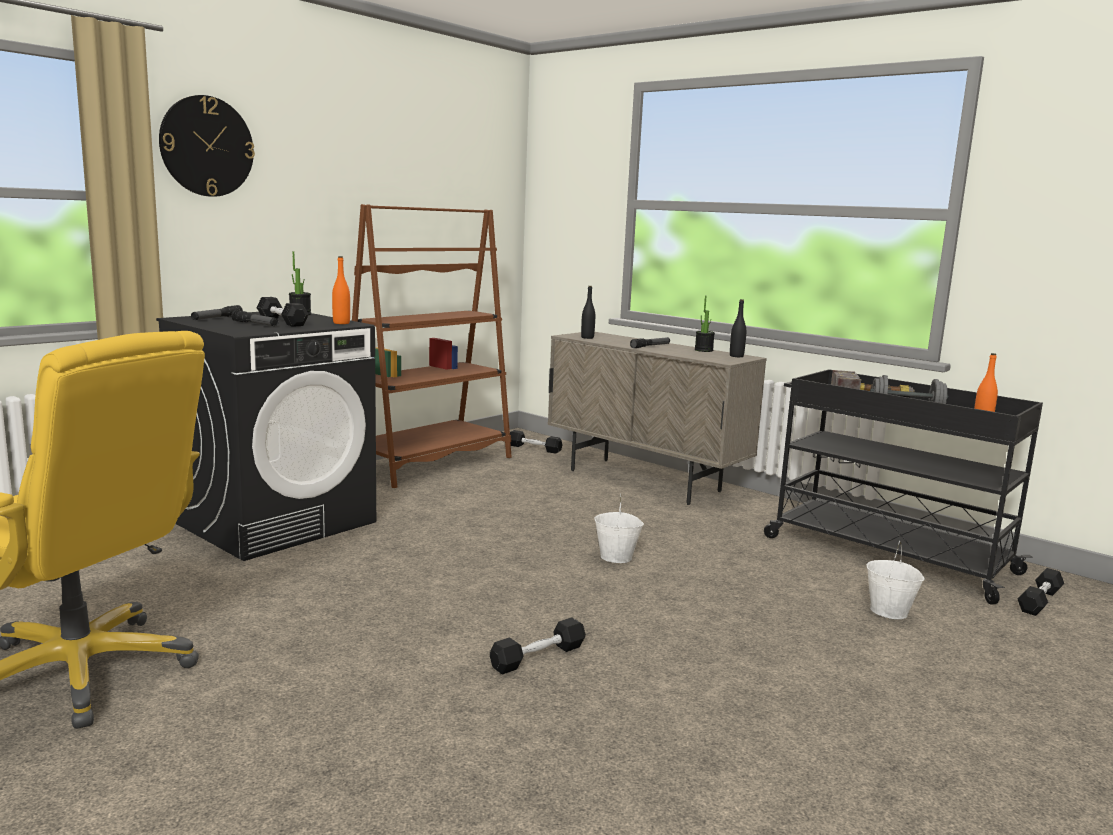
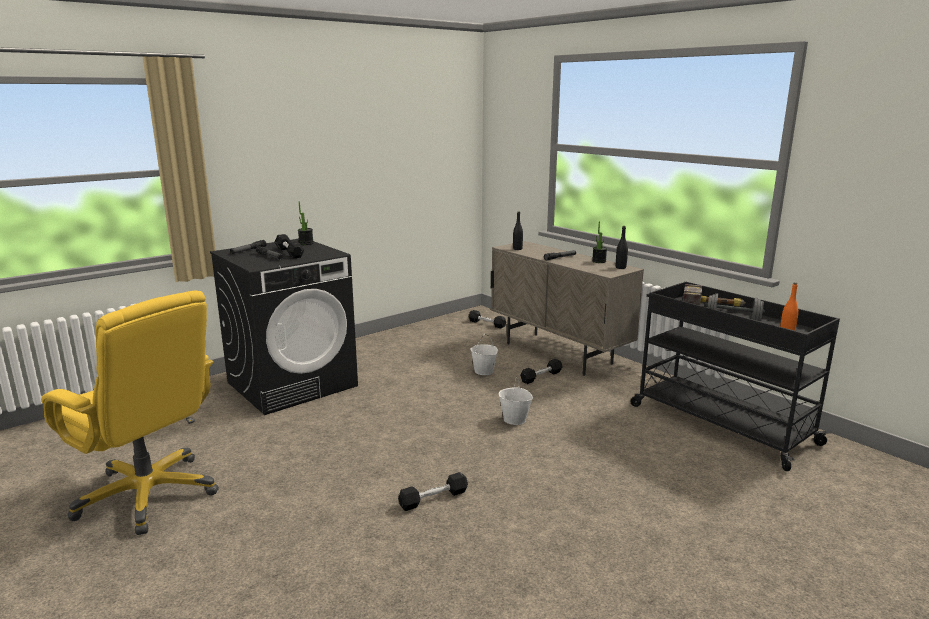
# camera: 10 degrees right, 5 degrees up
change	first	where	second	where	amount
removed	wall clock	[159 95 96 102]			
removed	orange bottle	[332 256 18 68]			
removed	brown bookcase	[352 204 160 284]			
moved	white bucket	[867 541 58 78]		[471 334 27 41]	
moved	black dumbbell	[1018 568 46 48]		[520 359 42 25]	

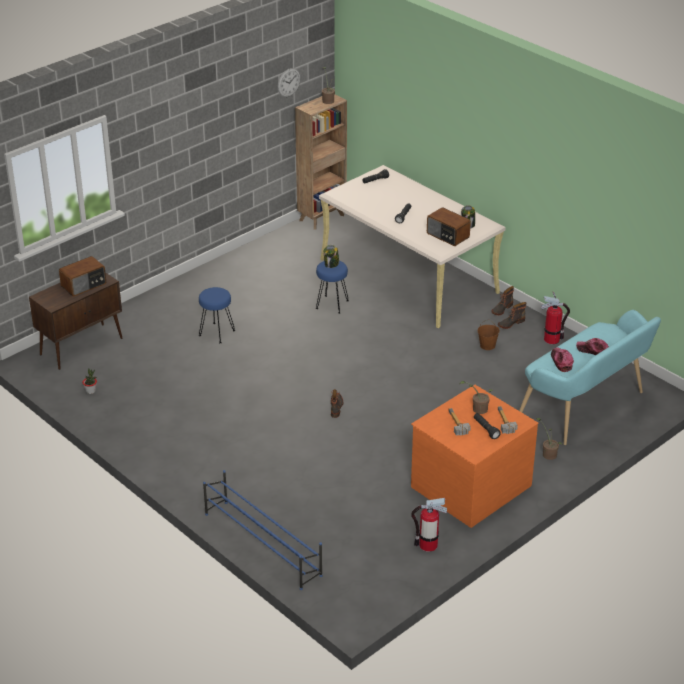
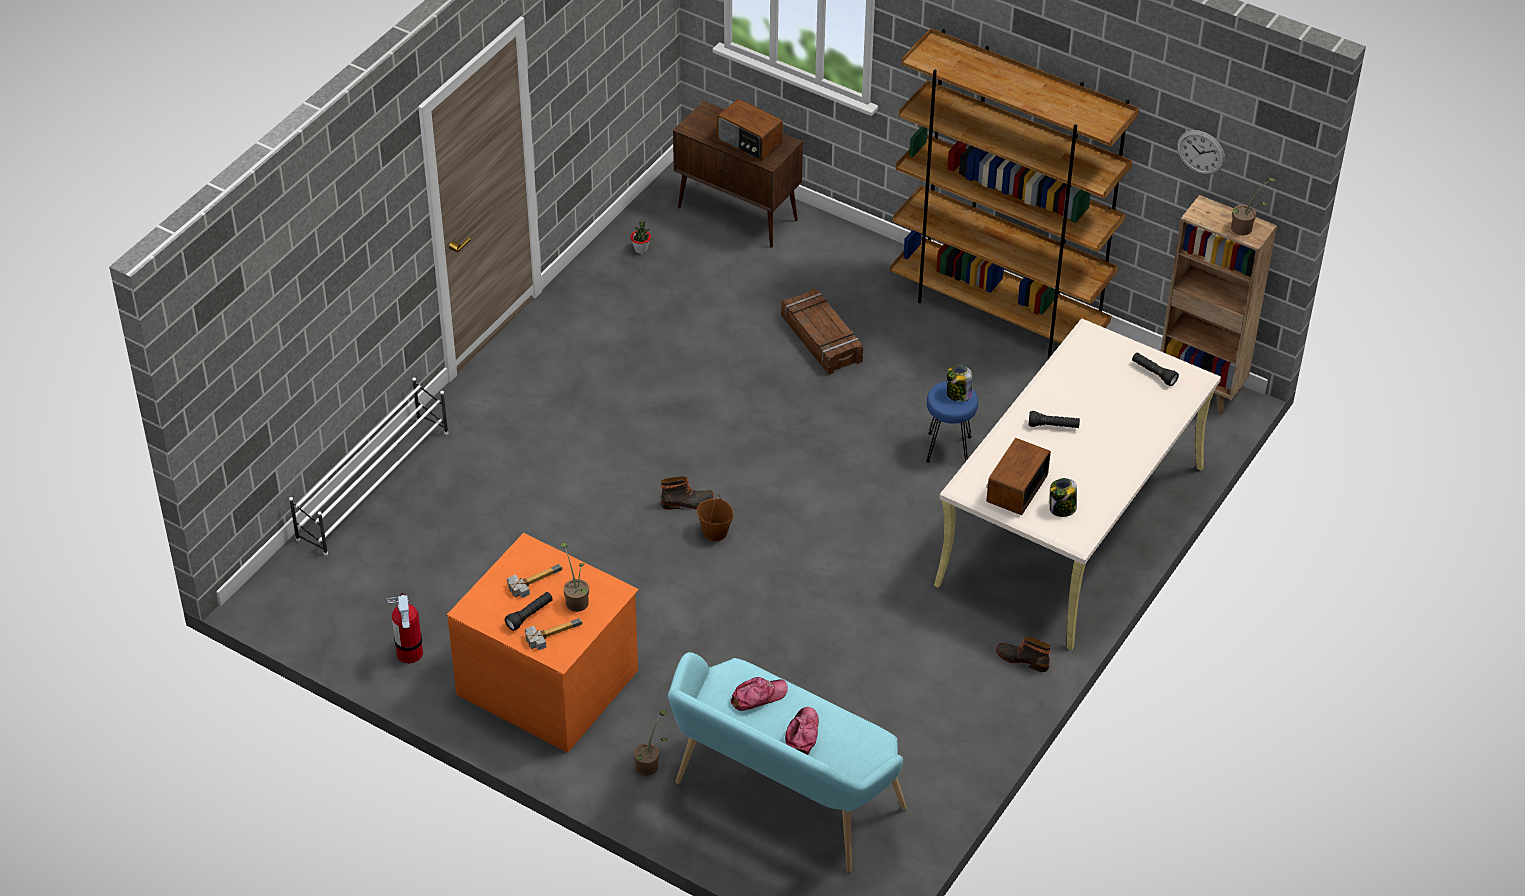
# camera: 75 degrees right, 10 degrees up
change	first	where	second	where	amount
replaced	blue stool	[199 287 36 56]	crate	[781 289 82 86]	
recoloured	blue shoe rack	[203 470 119 120]	white shoe rack	[289 378 159 178]	
moved	brown bucket	[478 320 22 30]		[697 494 37 47]	
removed	boot	[498 302 28 27]			
removed	fire extinguisher	[541 292 29 52]			
added			brown bookcase	[890 28 249 330]	

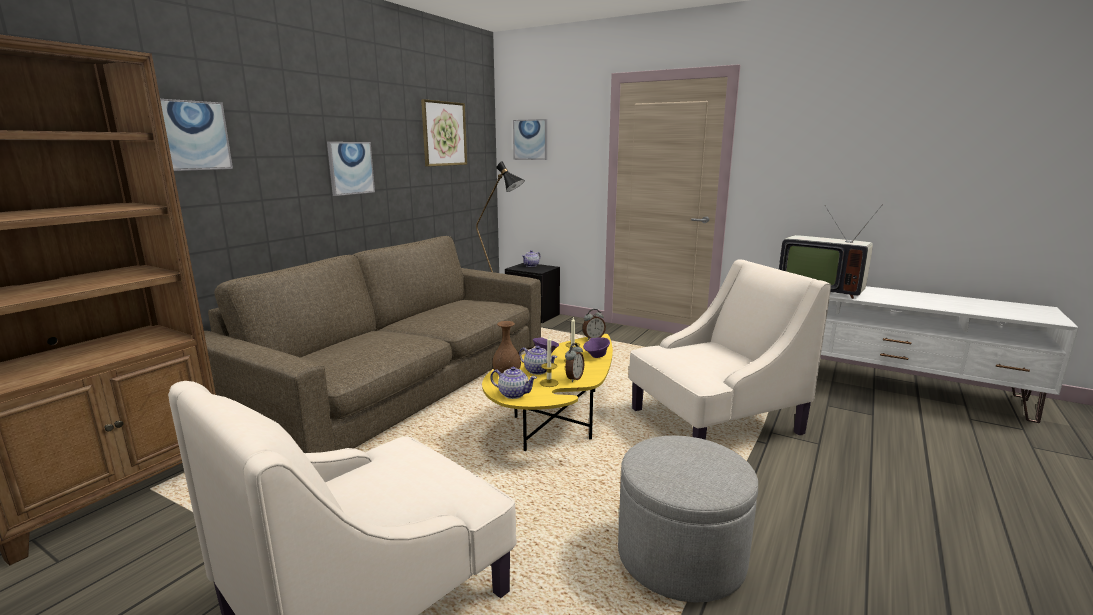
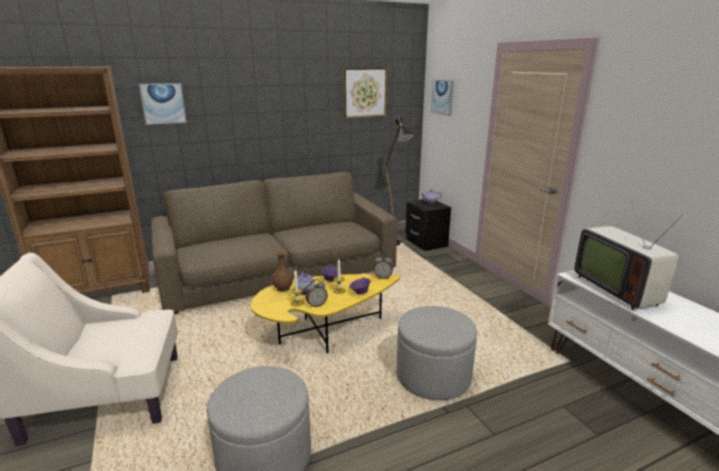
# camera: 35 degrees right, 5 degrees up
change	first	where	second	where	amount
removed	picture	[327 142 48 54]			
removed	teapot	[490 367 47 32]			
replaced	beige armchair	[629 259 202 181]	grey ottoman	[396 306 81 94]	

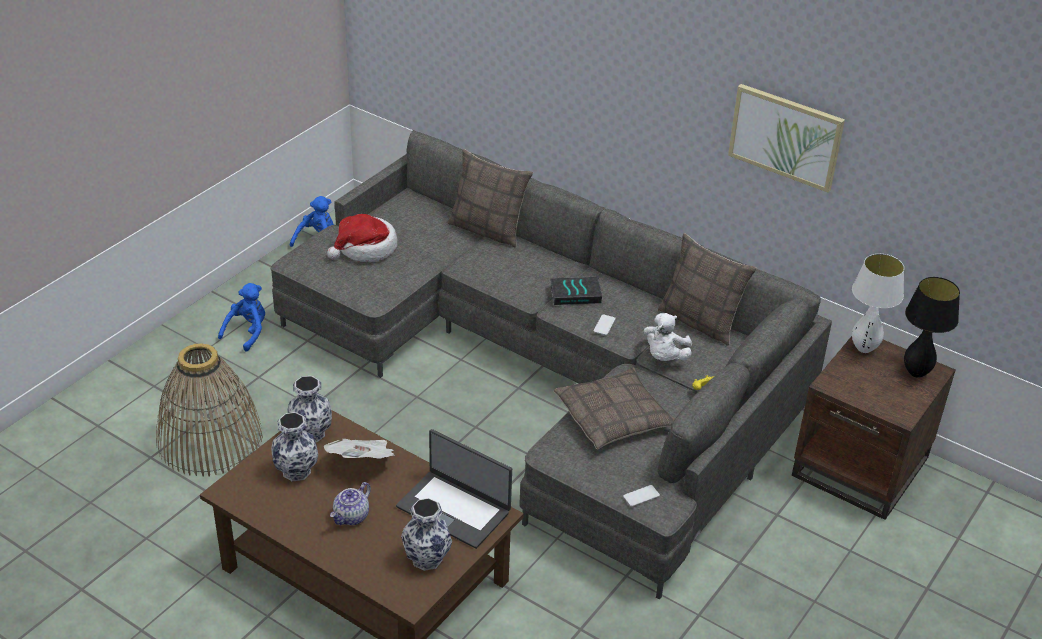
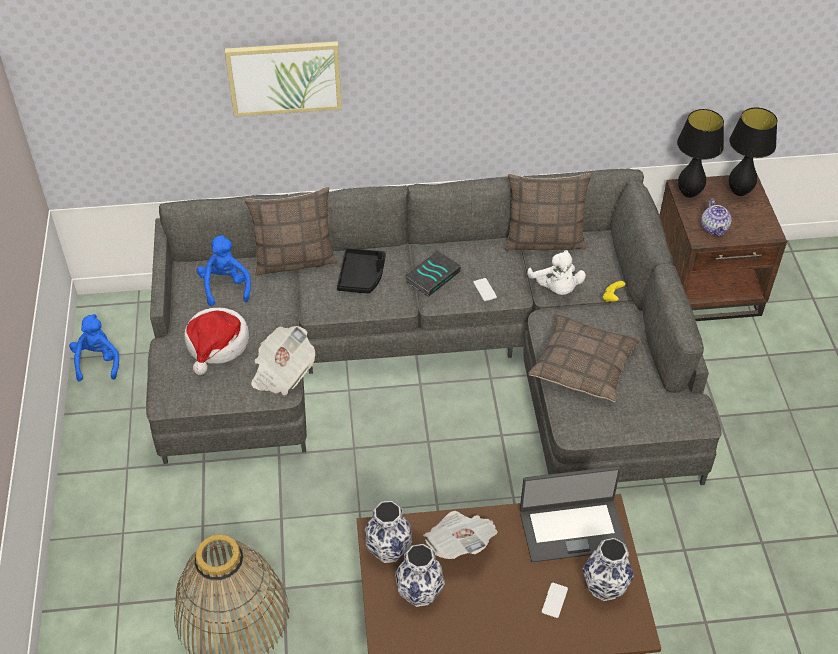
# camera: 40 degrees left, 10 degrees up
change	first	where	second	where	amount
moved	blue plush toy	[218 283 47 69]		[197 235 54 71]	
moved	teapot	[330 482 41 43]		[701 198 30 39]	
moved	phone	[623 485 37 22]		[542 583 26 35]	
moved	picture	[728 84 117 109]		[225 41 117 76]	
recoloured	white table lamp	[852 254 52 99]	black table lamp	[677 109 47 89]	
added			newspaper	[251 326 64 69]	
added			black tray	[337 248 49 45]	

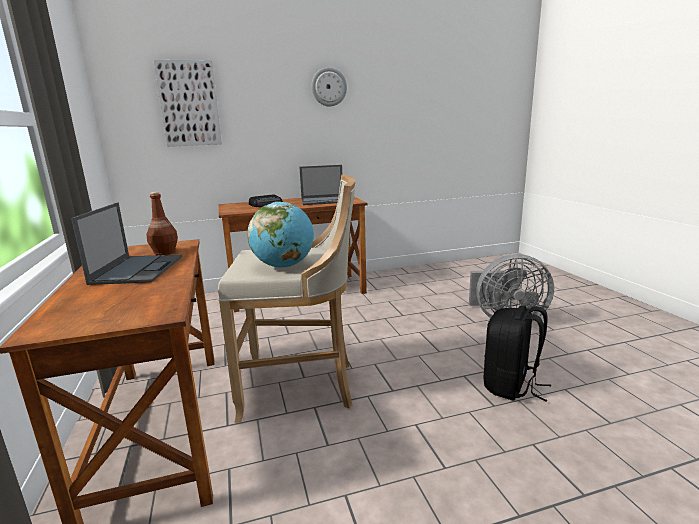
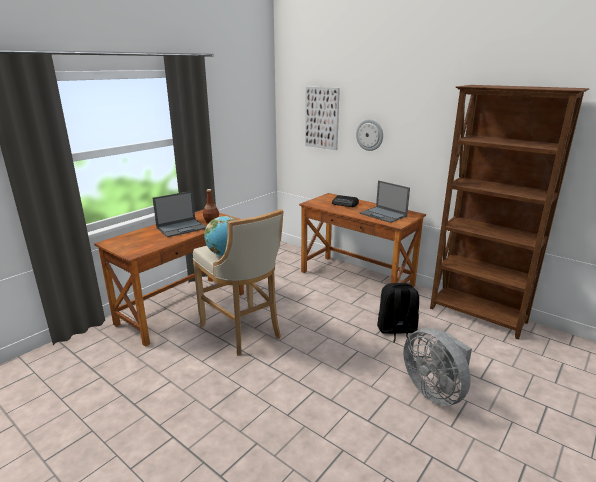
# camera: 55 degrees right, 5 degrees up
change	first	where	second	where	amount
moved	wall clock	[311 67 36 40]		[356 119 27 32]	
moved	black backpack	[484 305 67 97]		[377 283 42 60]	
added			brown bookcase	[430 85 160 254]	

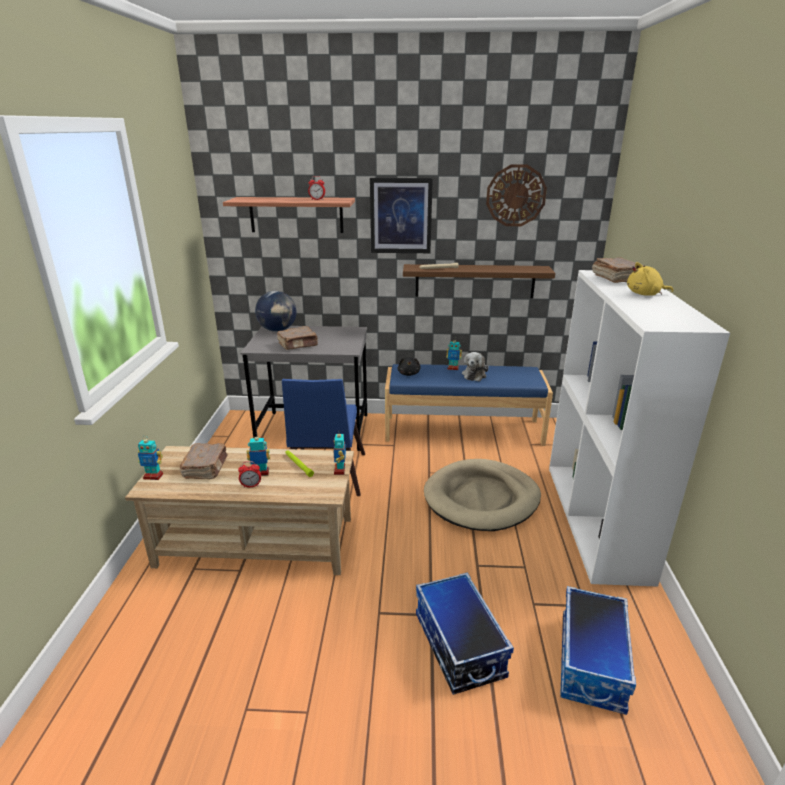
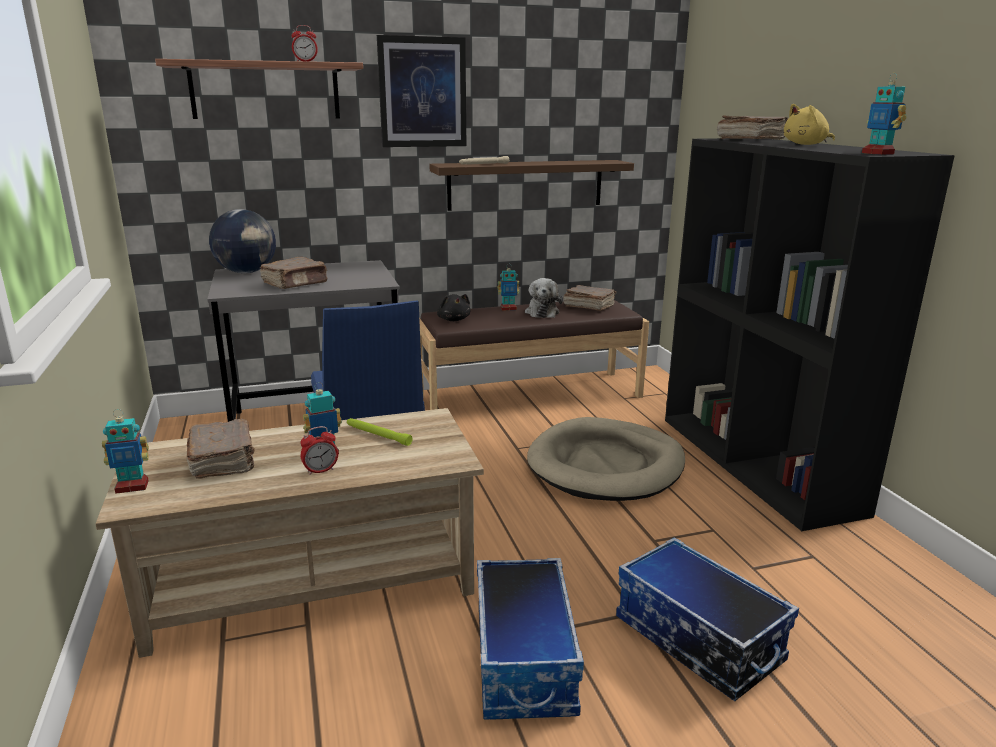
# camera: 20 degrees left, 5 degrees down
change	first	where	second	where	amount
moved	toy robot	[333 434 13 41]		[862 73 44 82]	
recoloured	blue bench	[385 364 168 82]	brown bench	[419 300 230 110]	
removed	wall clock	[486 164 61 62]			
recoloured	white bookcase	[549 270 181 317]	black bookcase	[665 138 290 393]	
moved	storage box	[560 586 76 129]		[477 558 107 162]	
added			brown book	[564 285 52 26]	

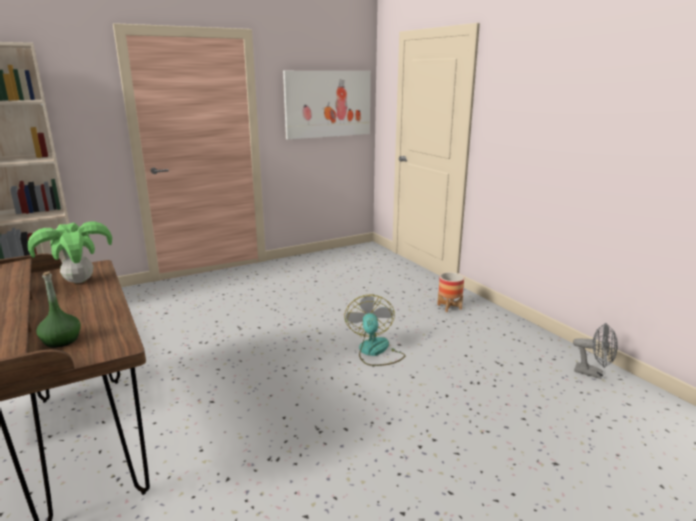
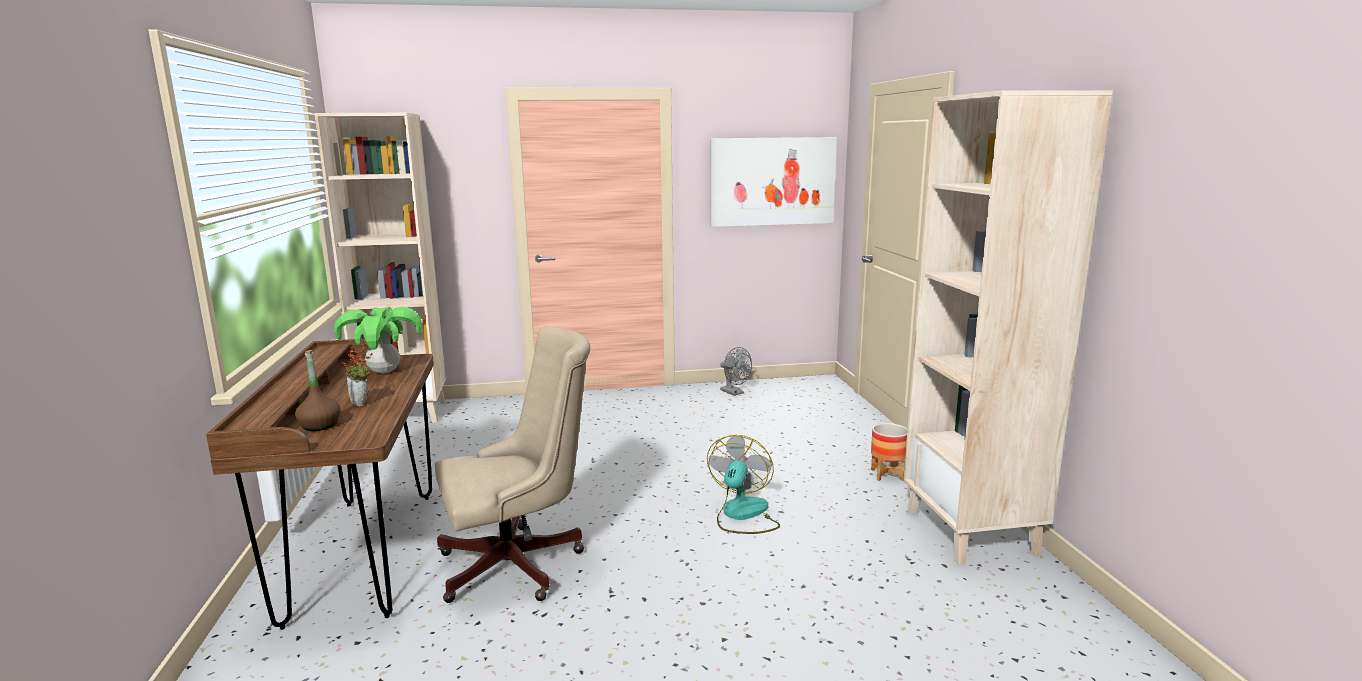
# camera: 20 degrees right, 5 degrees down
change	first	where	second	where	amount
recoloured	green bottle	[36 271 45 77]	brown bottle	[295 350 46 81]	
moved	grey fan	[573 323 45 56]		[720 347 32 49]	
added			potted plant	[341 343 31 63]	
added			beige office chair	[435 326 155 277]	
added			beige bookcase	[904 91 209 474]	

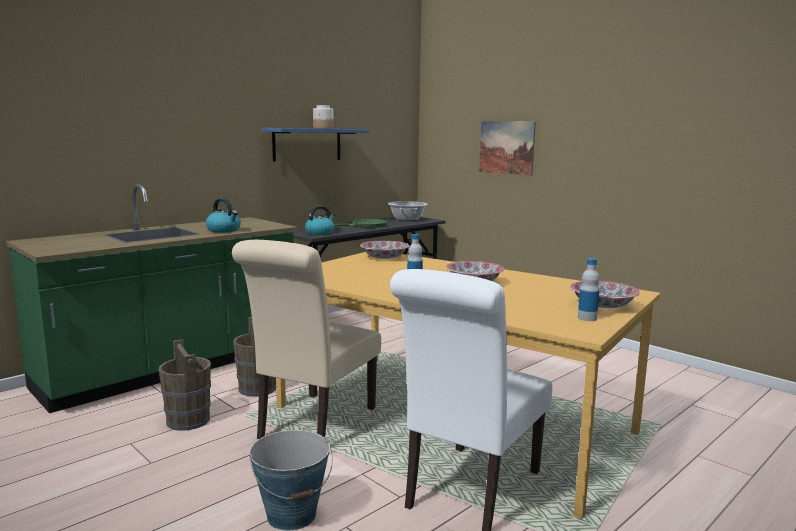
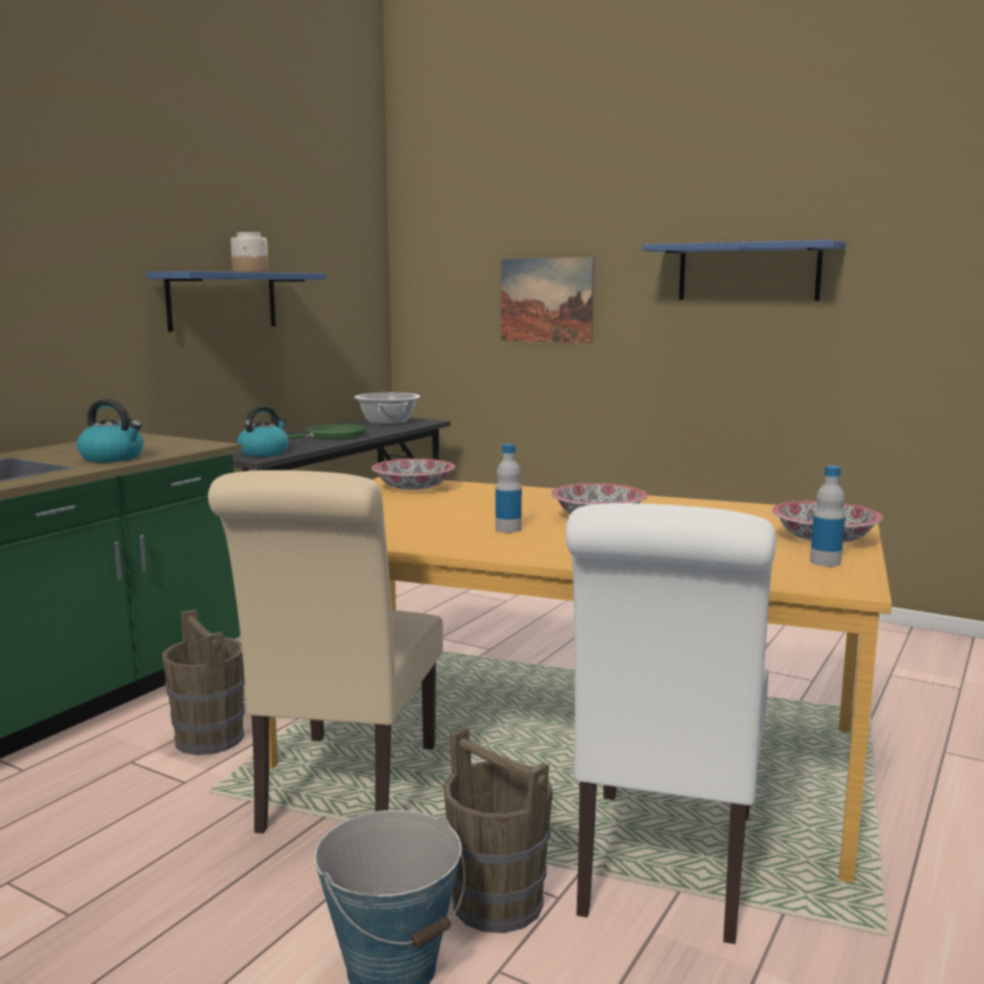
# camera: 15 degrees left, 0 degrees up
change	first	where	second	where	amount
moved	brown bucket	[159 339 52 92]		[443 727 110 206]	
added			blue shelf	[642 240 204 61]	

